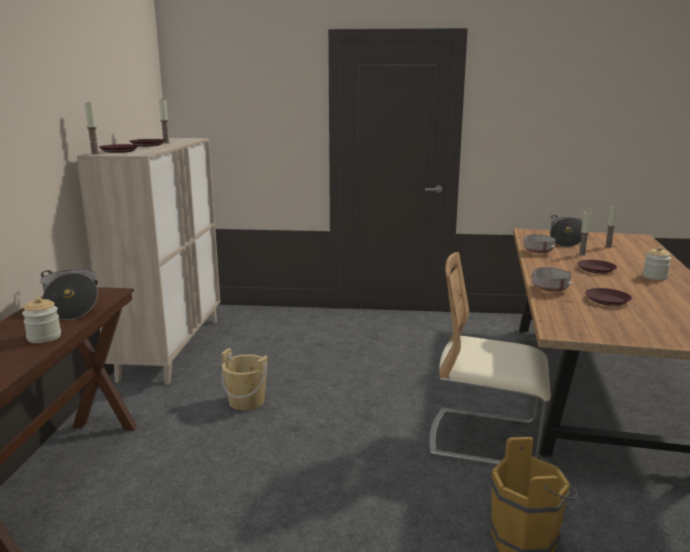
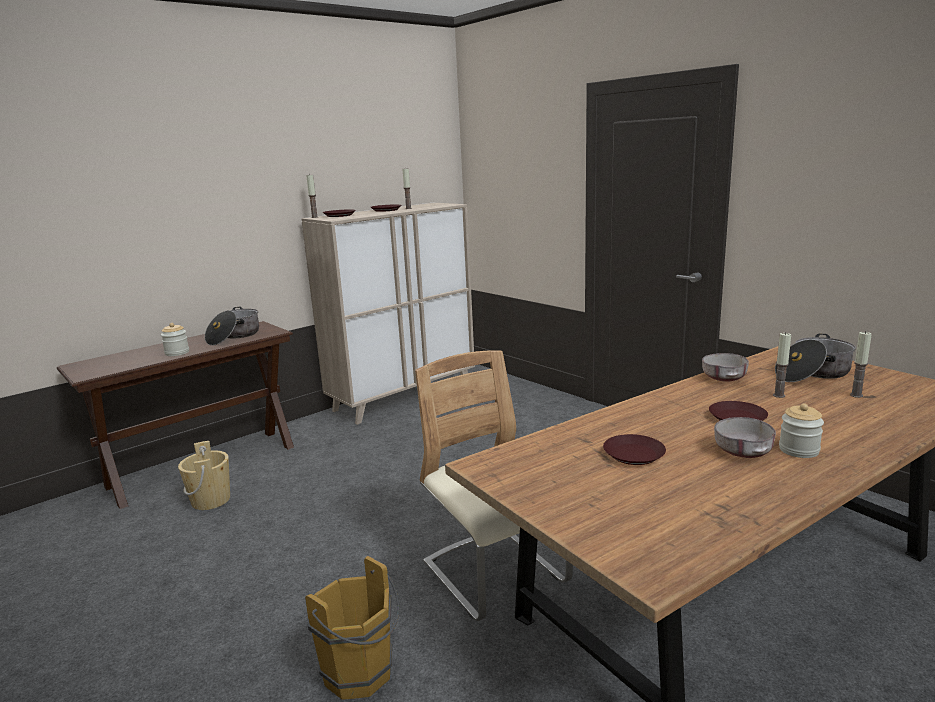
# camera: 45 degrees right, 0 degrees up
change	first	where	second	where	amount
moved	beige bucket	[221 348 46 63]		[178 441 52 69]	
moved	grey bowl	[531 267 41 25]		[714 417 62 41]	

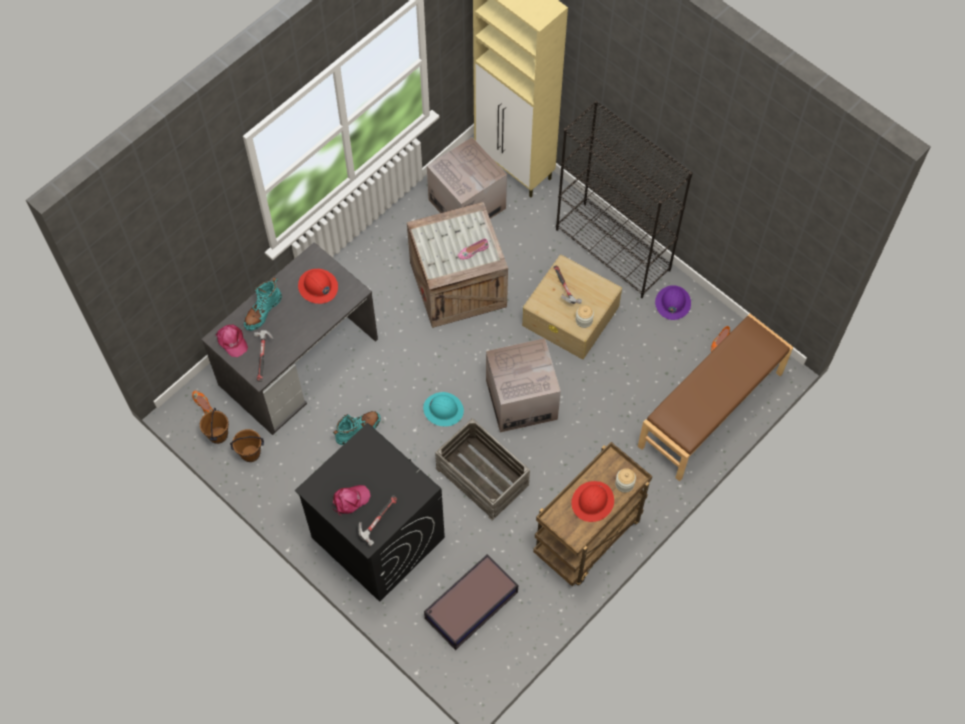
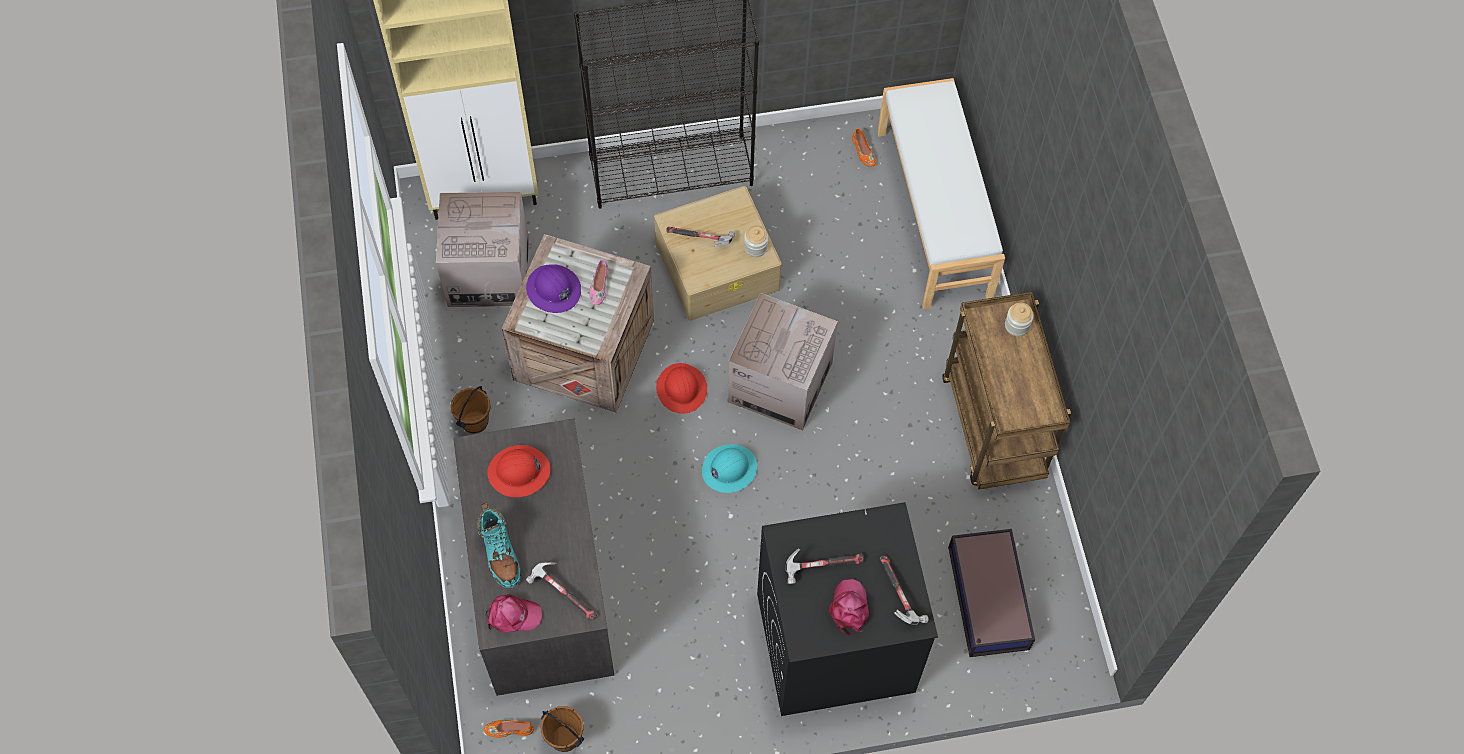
# camera: 55 degrees left, 0 degrees up
change	first	where	second	where	amount
moved	brown bucket	[230 429 34 33]		[451 386 40 48]	
removed	turquoise boot	[333 411 48 34]			
removed	crate	[435 418 95 103]			
moved	red hard hat	[571 481 43 41]		[656 363 51 51]	
recoloured	brown bench	[638 314 155 167]	white bench	[877 78 128 231]	
moved	purple hard hat	[655 285 36 35]		[526 264 55 49]	
added			hammer	[786 548 78 36]	

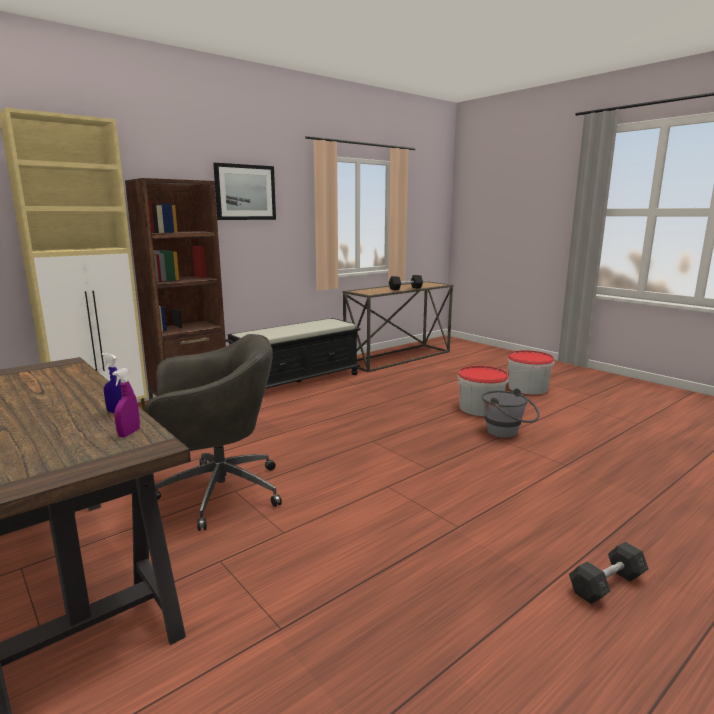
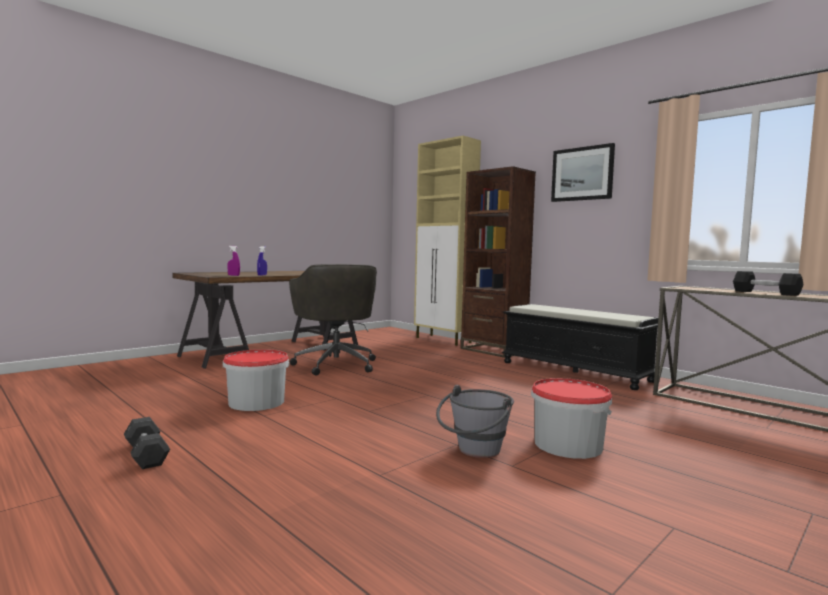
# camera: 85 degrees right, 10 degrees down
change	first	where	second	where	amount
moved	bucket	[507 350 47 45]		[223 349 66 62]	

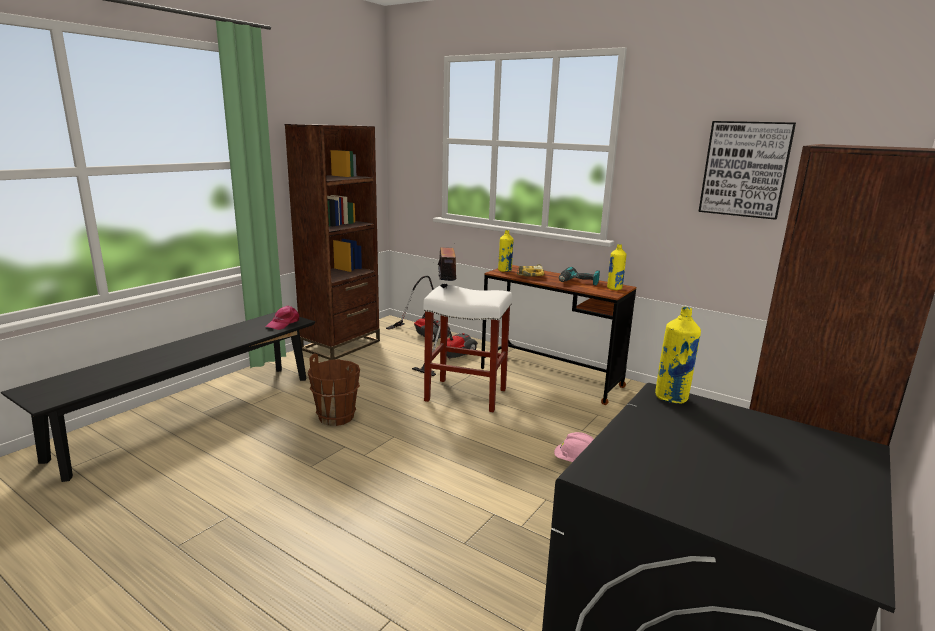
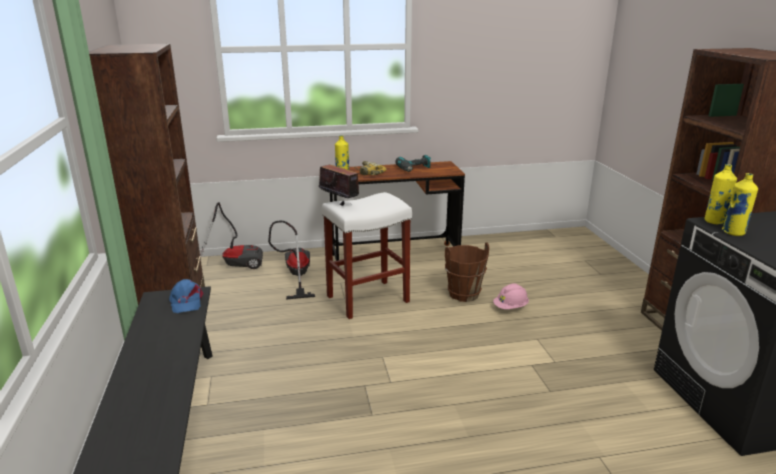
# camera: 45 degrees left, 5 degrees up
change	first	where	second	where	amount
recoloured	pink cap	[265 306 34 24]	blue cap	[169 279 35 34]	
moved	brown bucket	[308 353 52 73]		[445 242 44 60]	
moved	yellow bottle	[607 244 19 46]		[722 173 36 63]	
removed	picture	[699 121 97 99]			

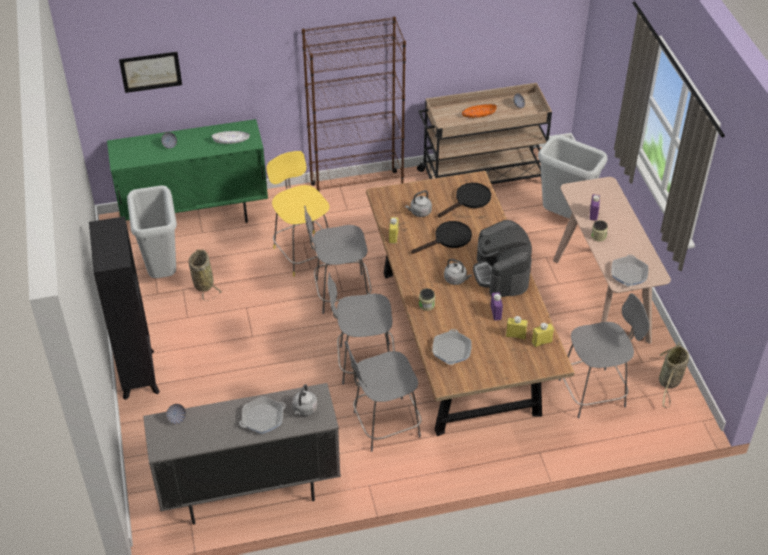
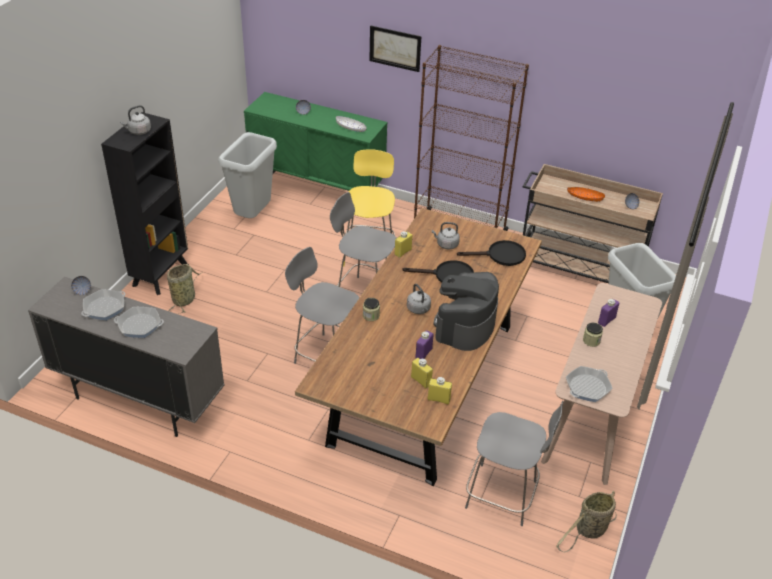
# camera: 35 degrees right, 5 degrees down
change	first	where	second	where	amount
moved	picture	[119 52 63 41]		[369 26 52 46]	
moved	basket	[188 249 34 52]		[167 264 35 50]	
moved	grey kettle	[292 384 26 32]		[120 105 31 30]	
removed	grey chair	[345 341 76 111]			
moved	frying pan	[432 329 40 36]		[81 289 45 31]	

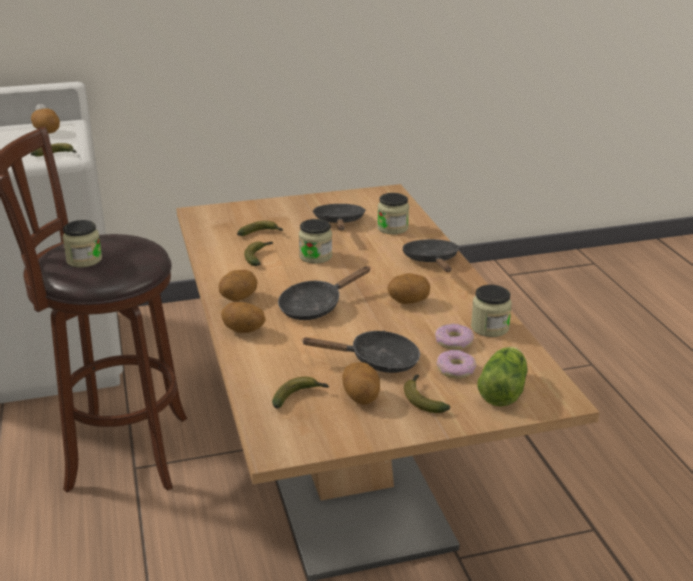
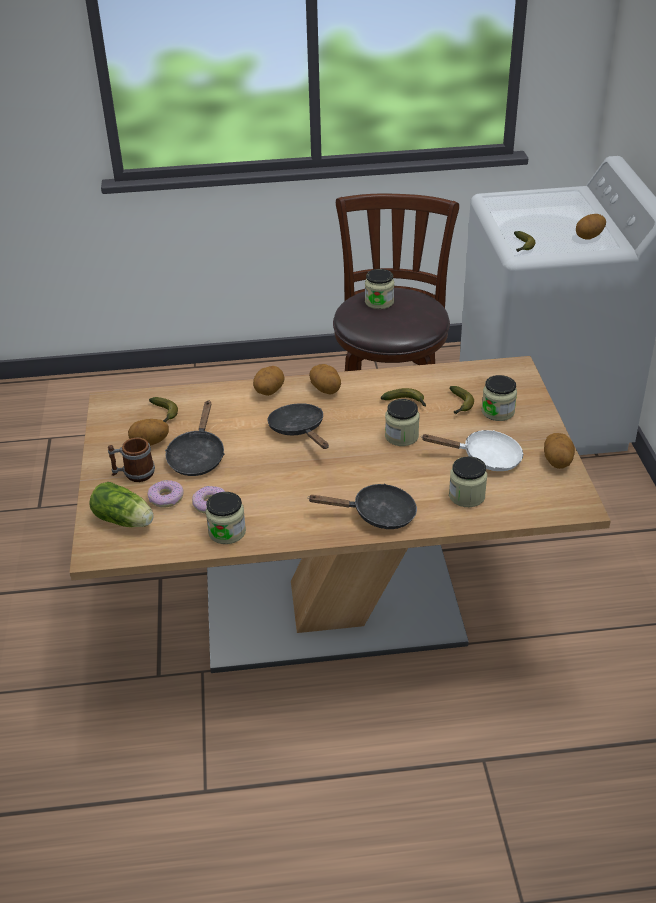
# camera: 100 degrees right, 10 degrees up
change	first	where	second	where	amount
recoloured	black frying pan	[312 204 54 27]	white frying pan	[421 430 102 41]	
moved	potato	[387 273 43 31]		[544 433 31 36]	
replaced	banana	[404 375 47 38]	mug	[108 438 47 44]	
added			jar	[482 375 35 46]	

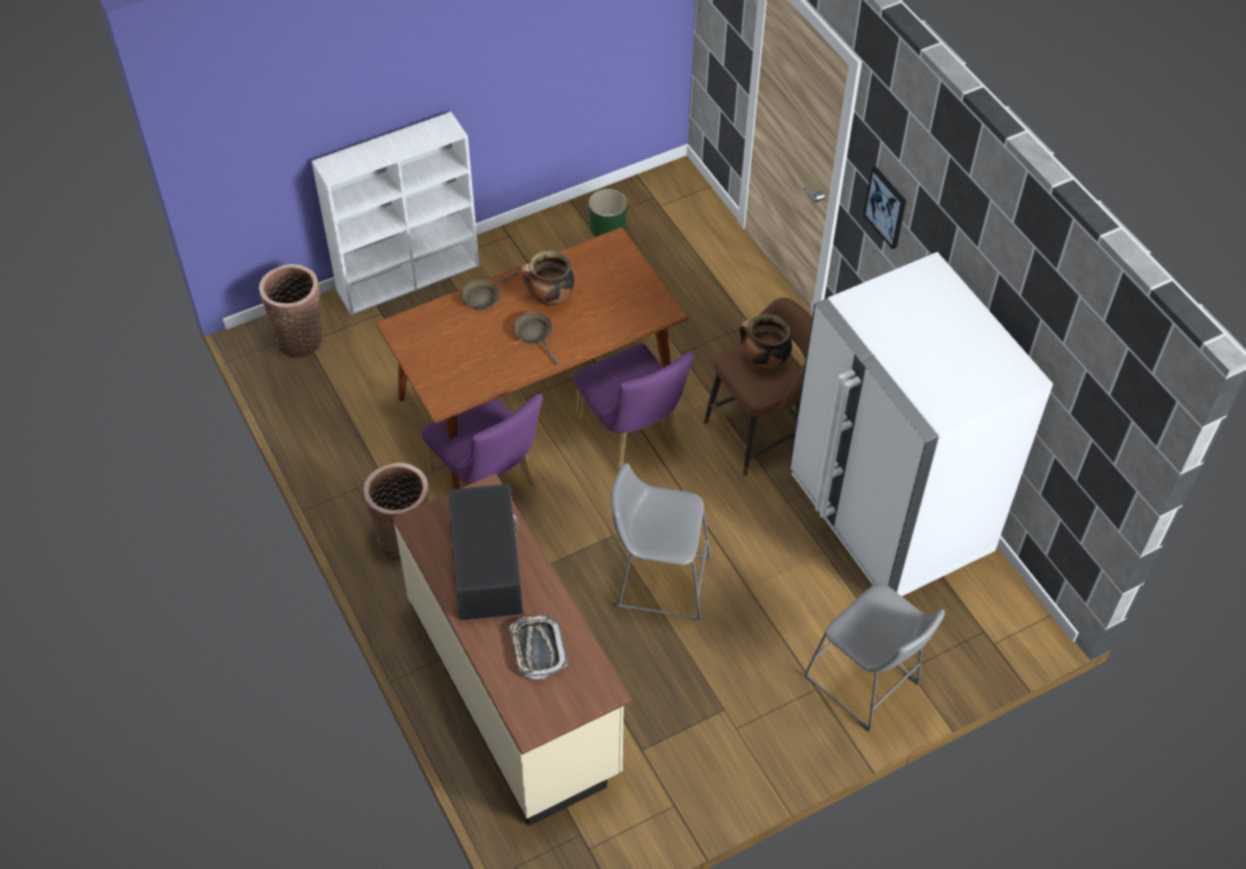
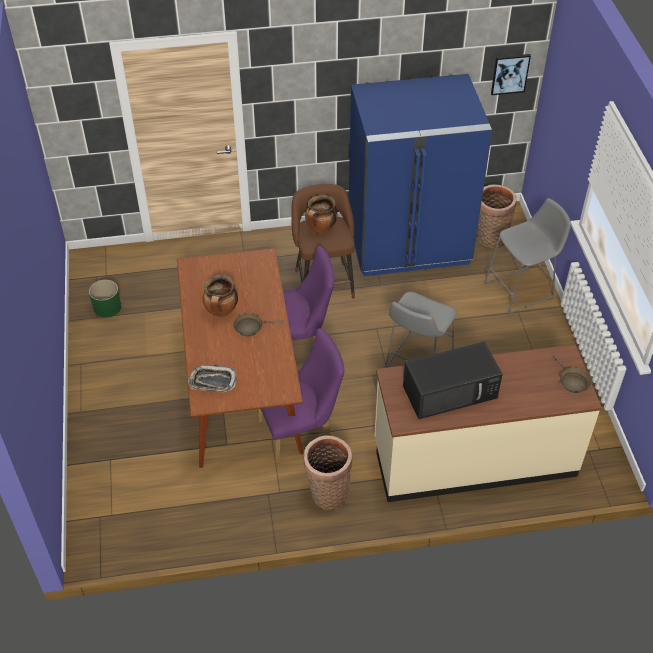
# camera: 70 degrees left, 5 degrees down
change	first	where	second	where	amount
moved	basket	[259 264 63 94]		[478 185 39 63]	
removed	white bookcase	[312 112 167 203]			
turned	black microwave	[448 484 75 137]		[403 342 100 77]	150 degrees clockwise
moved	brown frying pan	[461 272 58 38]		[553 354 38 39]	
moved	tray	[509 615 58 64]		[188 365 49 27]	
recoloured	white fridge	[789 252 264 344]	blue fridge	[349 74 143 202]	
moved	picture	[863 167 43 82]		[491 54 40 41]	

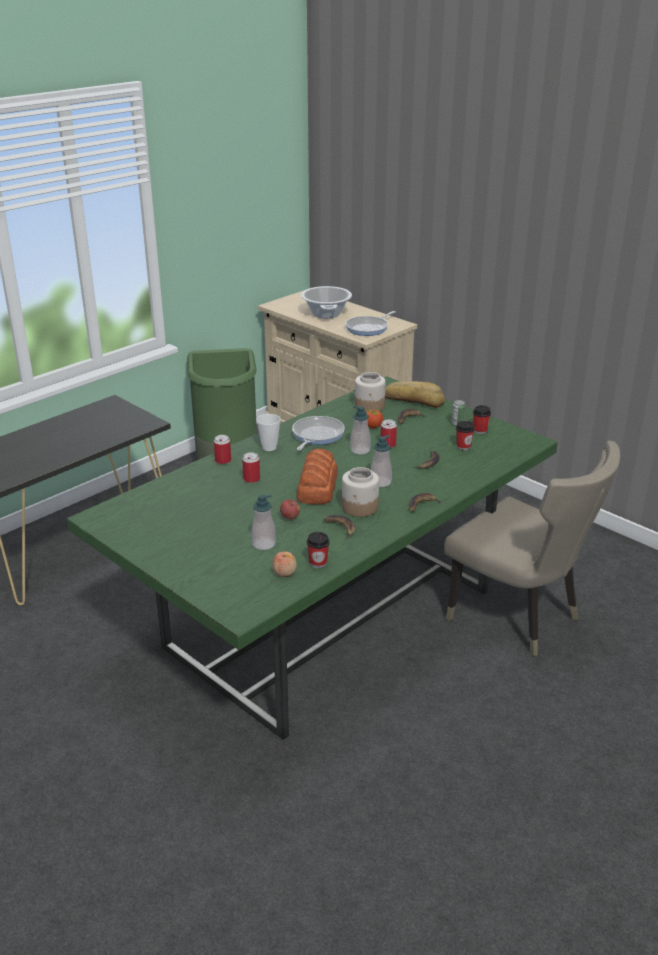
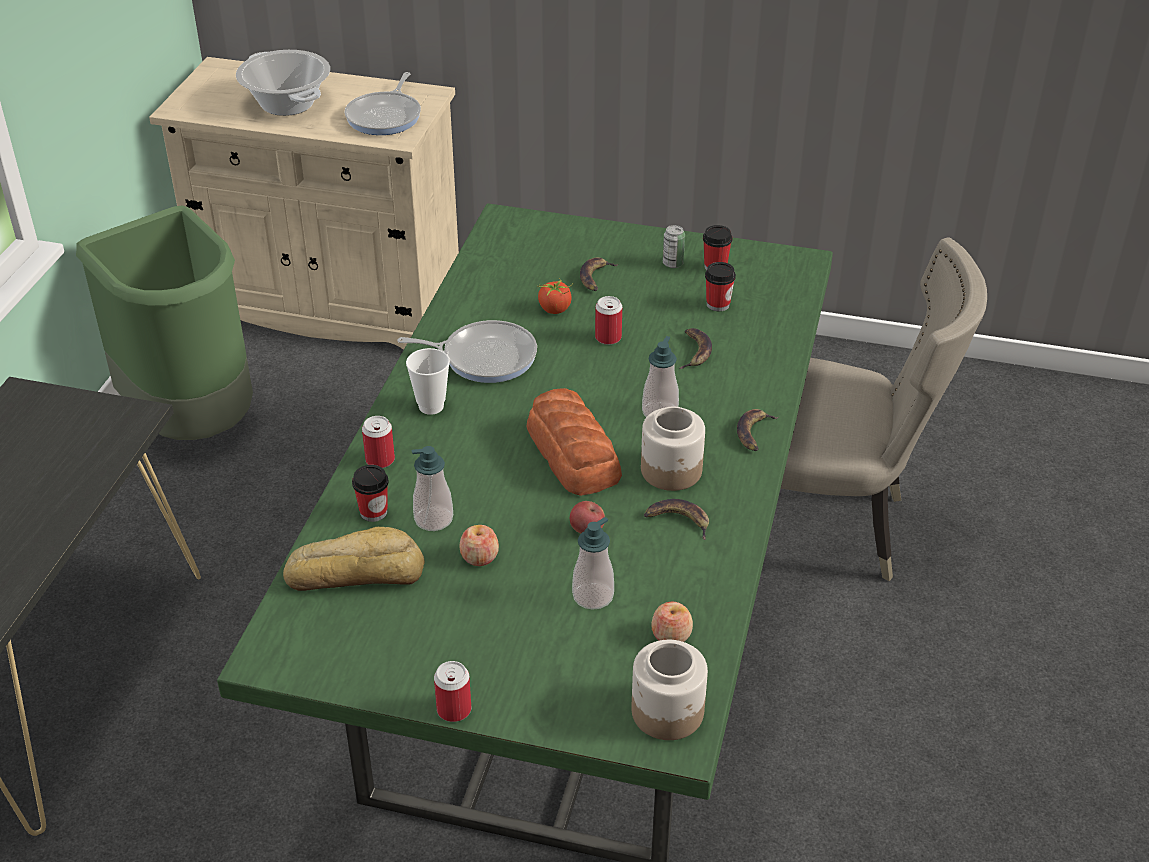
# camera: 30 degrees left, 10 degrees up
change	first	where	second	where	amount
moved	can	[242 452 18 31]		[434 661 37 61]	
turned	frying pan	[292 416 53 35]		[397 320 140 63]	105 degrees clockwise
moved	cup	[307 532 22 36]		[352 465 36 57]	
moved	soap dispenser	[350 406 21 49]		[412 446 41 85]	
moved	jar	[355 372 31 40]		[631 640 77 100]	
moved	bread	[385 381 60 27]		[283 527 142 64]	
added			apple	[459 525 40 41]	

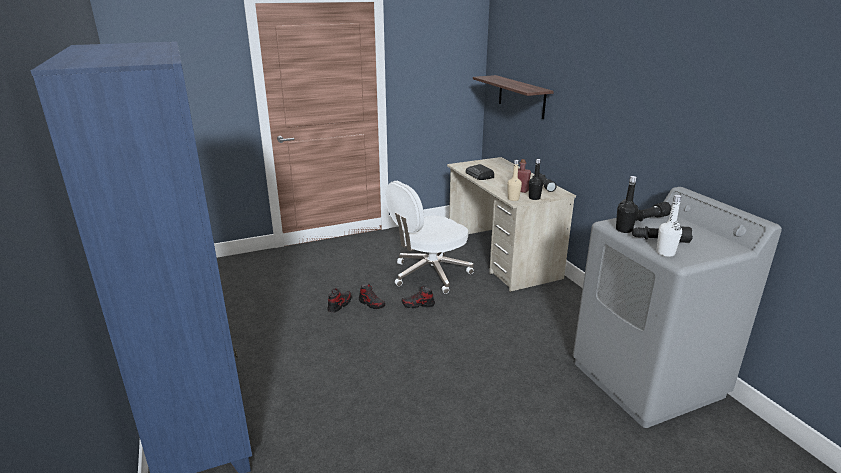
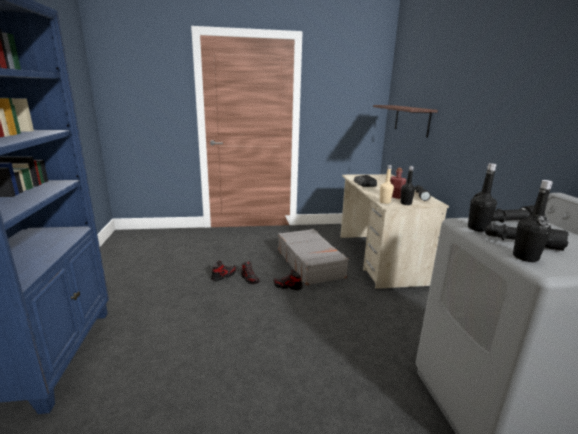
# camera: 15 degrees right, 5 degrees down
change	first	where	second	where	amount
replaced	white office chair	[385 181 89 113]	grey suitcase	[278 229 71 56]	
recoloured	white bottle	[656 195 26 62]	black bottle	[513 180 40 82]	

